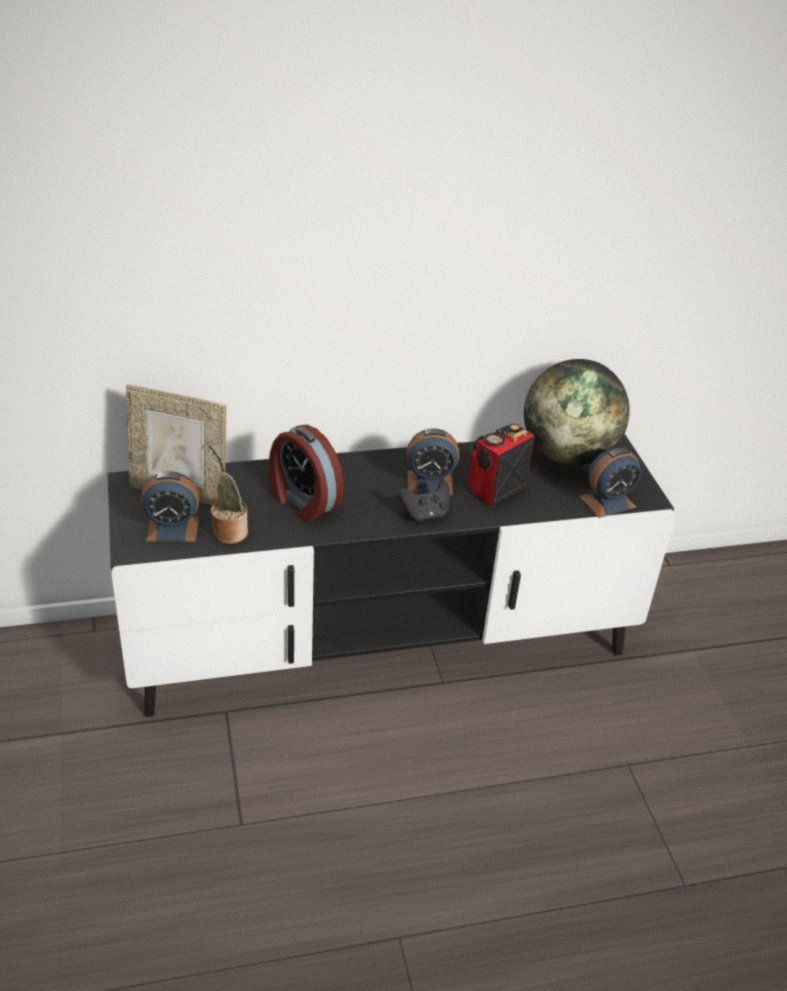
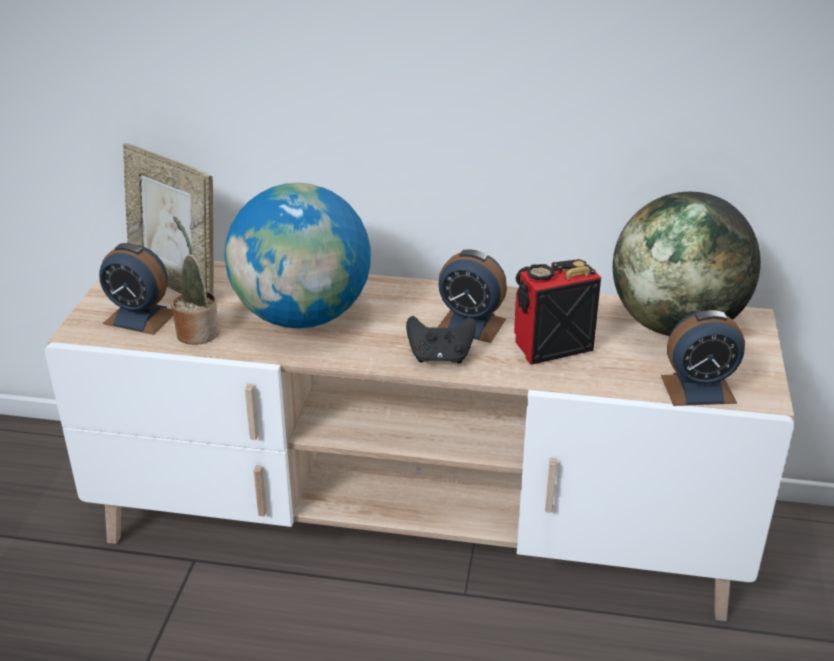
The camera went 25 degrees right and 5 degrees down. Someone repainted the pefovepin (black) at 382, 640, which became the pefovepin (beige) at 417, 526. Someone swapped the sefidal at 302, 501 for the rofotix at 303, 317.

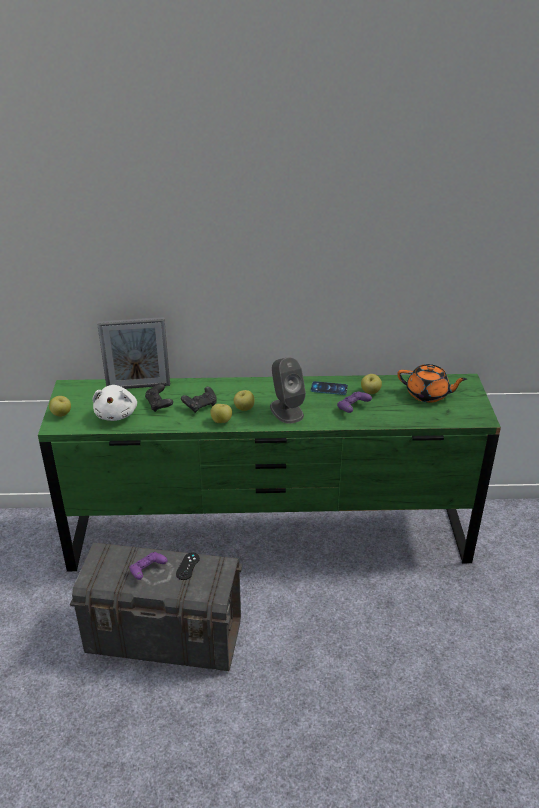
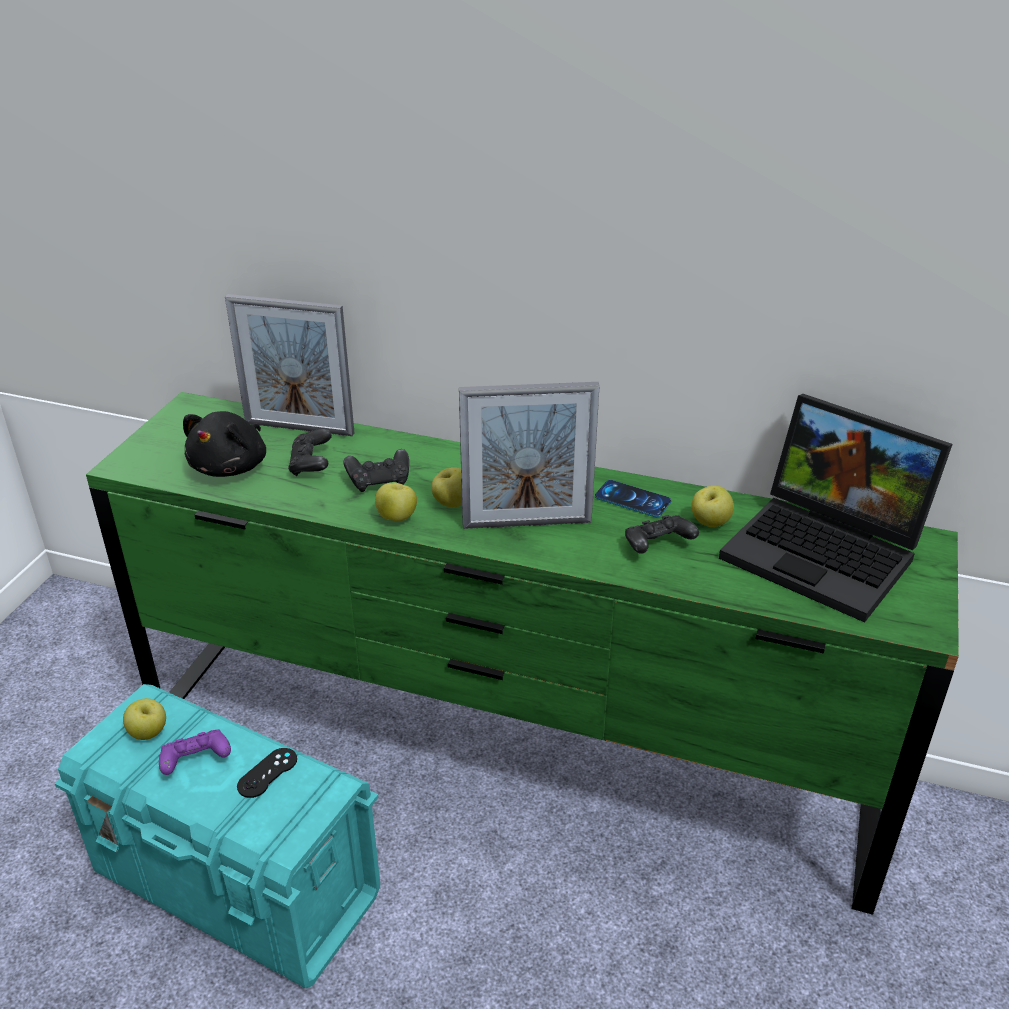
The camera went 20 degrees right and 0 degrees up. Someone carried the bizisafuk from 61, 414 to 148, 733. Someone repainted the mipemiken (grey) at 165, 637, which became the mipemiken (turquoise) at 238, 885. Someone repainted the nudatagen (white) at 116, 414, which became the nudatagen (black) at 232, 466. Someone swapped the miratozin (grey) at 286, 410 for the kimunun at 527, 523. Someone repainted the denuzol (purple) at 352, 408, which became the denuzol (black) at 657, 547. Someone swapped the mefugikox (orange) at 428, 394 for the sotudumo at 828, 552.

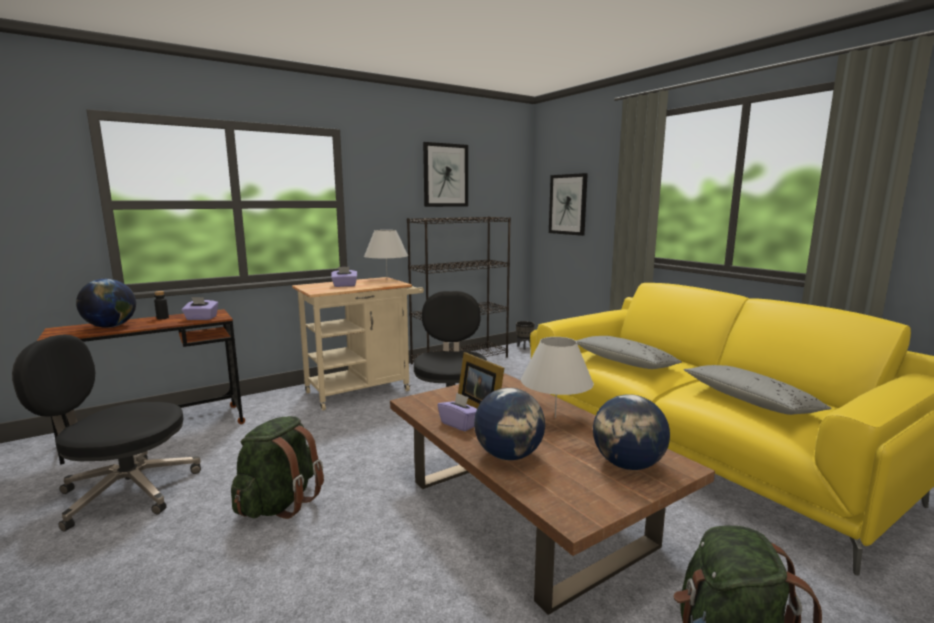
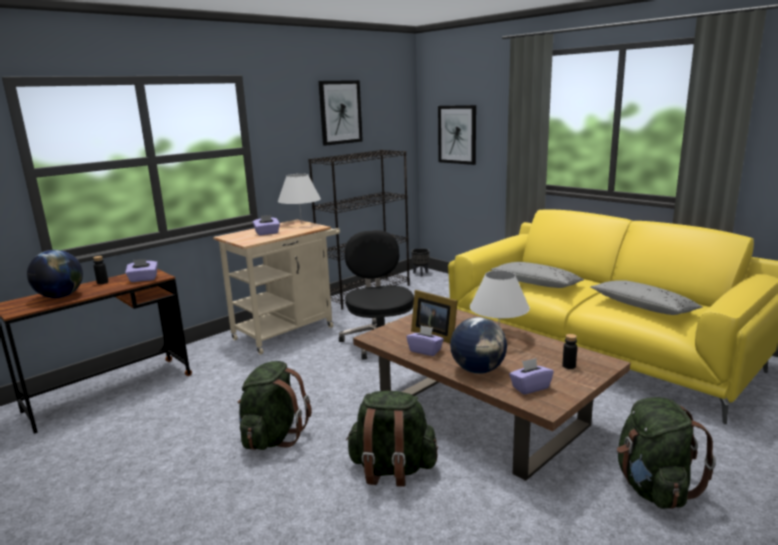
The camera went 10 degrees left and 5 degrees up. Someone took away the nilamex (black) at 125, 491. Someone swapped the rofotix at 628, 465 for the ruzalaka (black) at 569, 366. Someone put down the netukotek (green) at 392, 469. Someone put down the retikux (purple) at 530, 387.

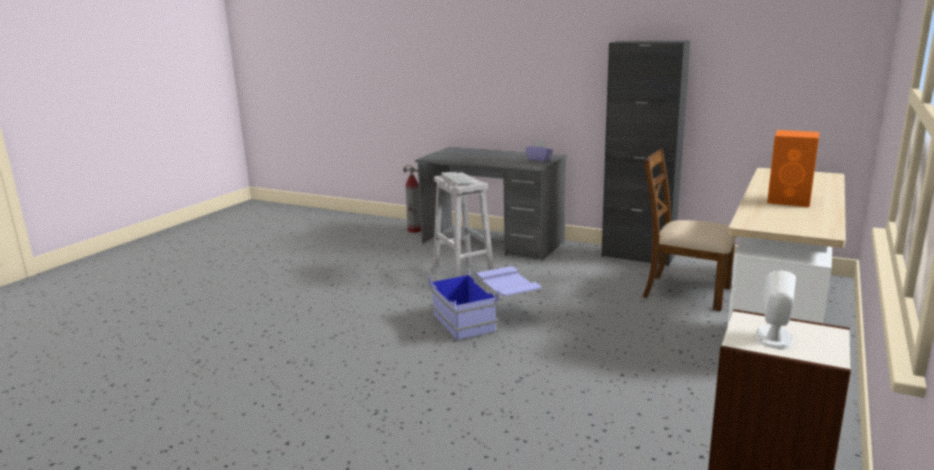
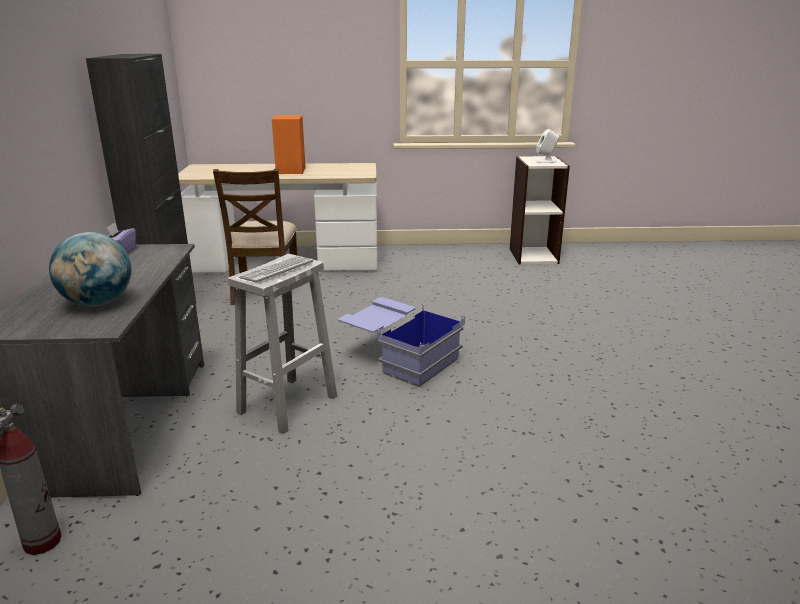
The camera went 120 degrees left and 5 degrees up. Someone put down the rofotix at 98, 303.

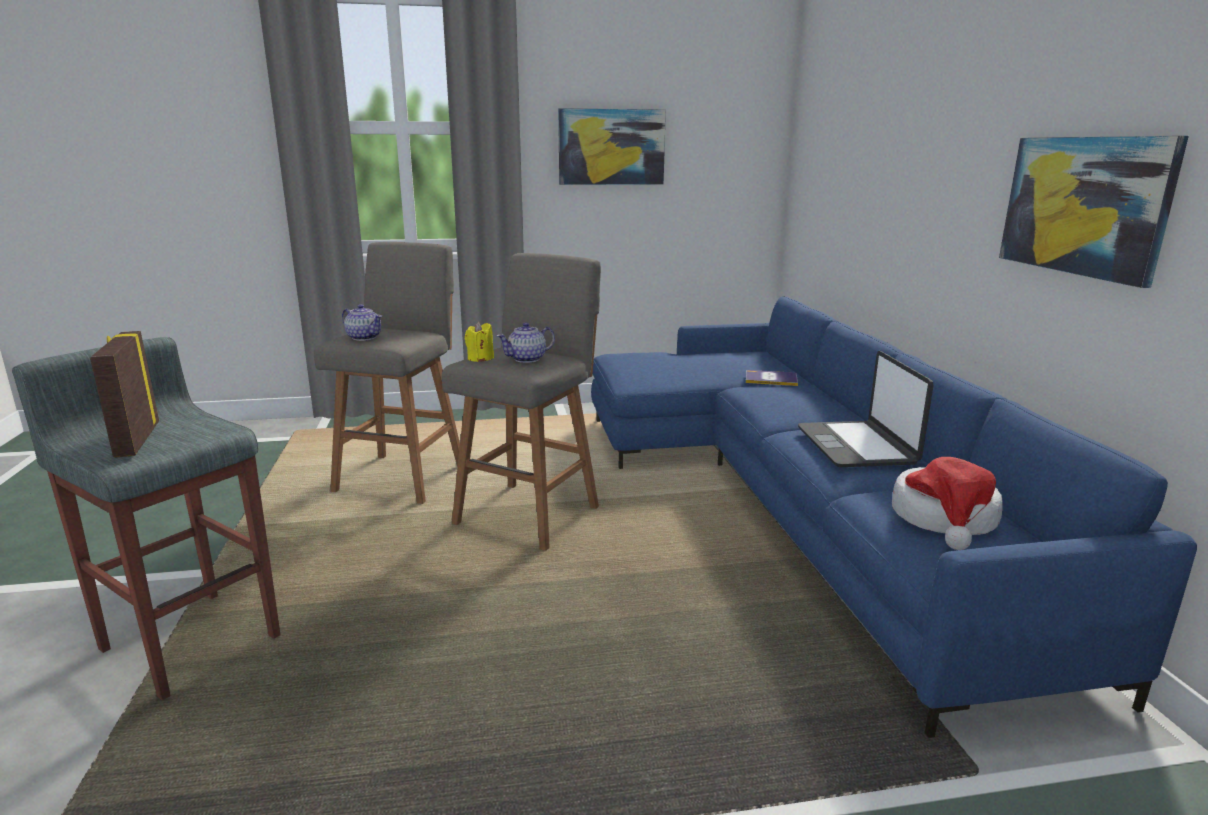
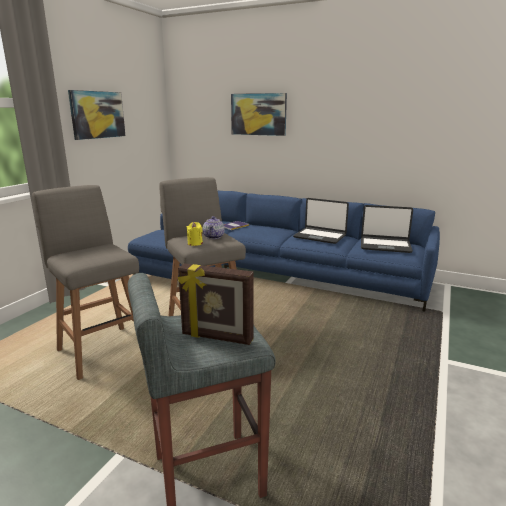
The camera went 55 degrees left and 0 degrees up. Someone took away the mefugikox at 364, 337. Someone swapped the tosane at 944, 519 for the sotudumo at 385, 245. Someone carried the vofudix from 1084, 205 to 258, 114.

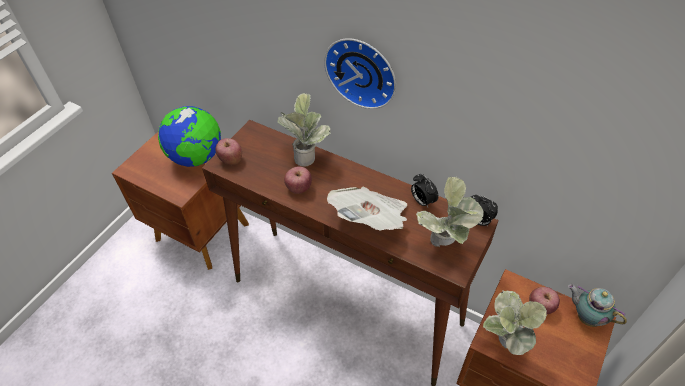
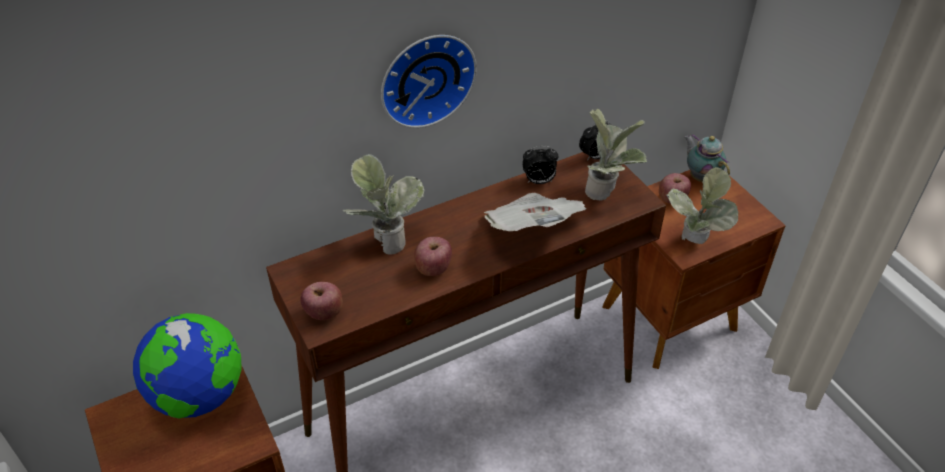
The camera went 60 degrees left and 5 degrees down. Someone rotated the mefugikox at 586, 316 by 75 degrees clockwise.

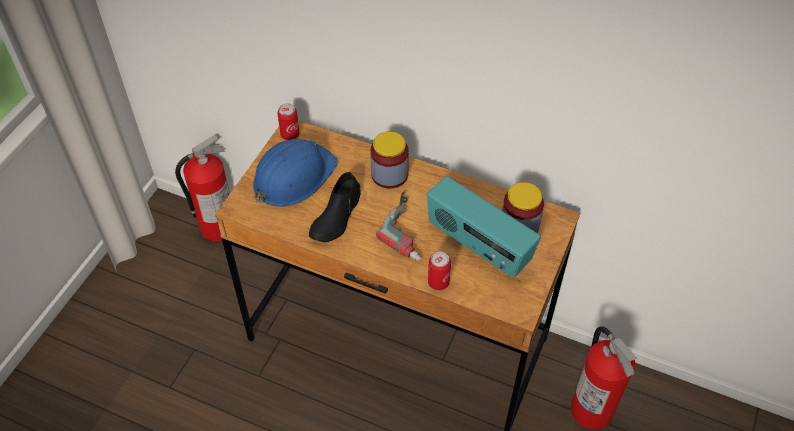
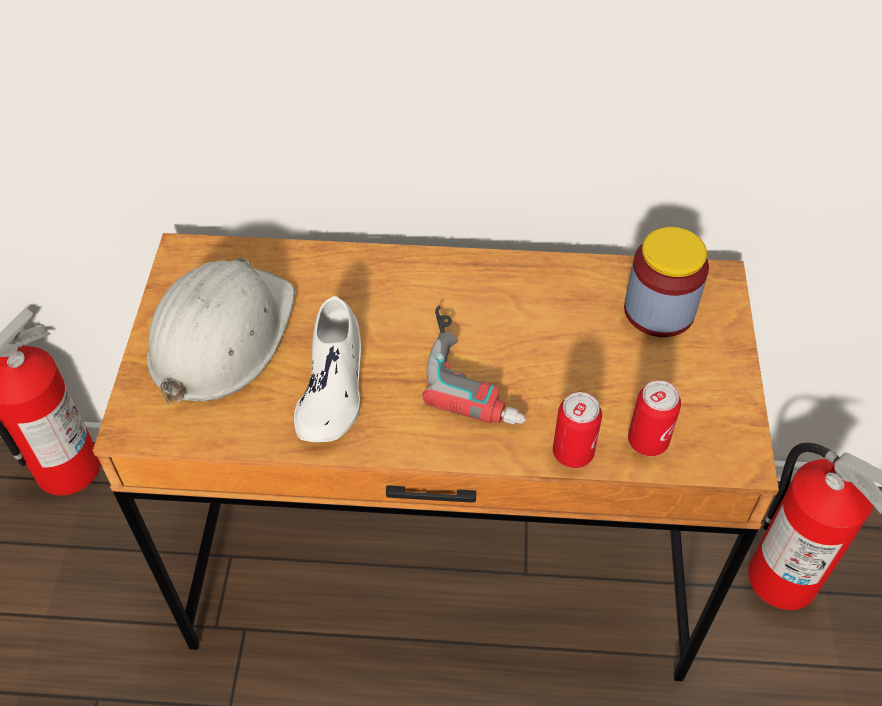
The camera went 20 degrees left and 0 degrees up. Someone repainted the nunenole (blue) at 293, 177, which became the nunenole (white) at 221, 337. Someone carried the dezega from 290, 135 to 647, 441. Someone repainted the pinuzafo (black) at 336, 216, which became the pinuzafo (white) at 332, 386. Someone took away the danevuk at 389, 174. Someone took away the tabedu at 478, 245.

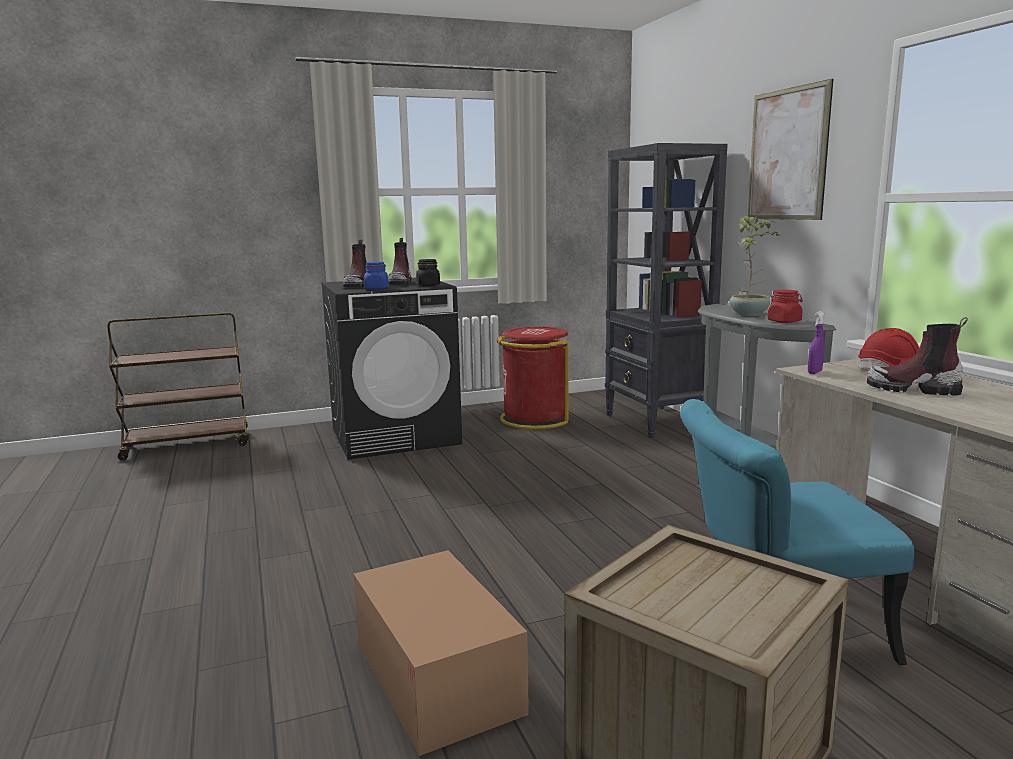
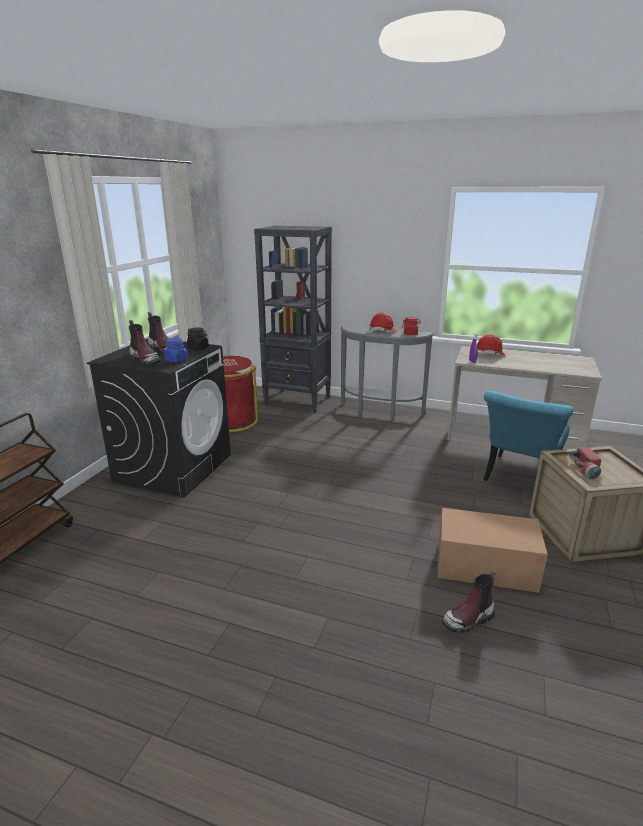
The camera went 50 degrees left and 10 degrees up. Someone swapped the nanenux at 750, 314 for the nunenole (red) at 383, 331. Someone took away the vofudix at 787, 154. Someone carried the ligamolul from 913, 389 to 469, 619. Someone put down the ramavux at 585, 469.

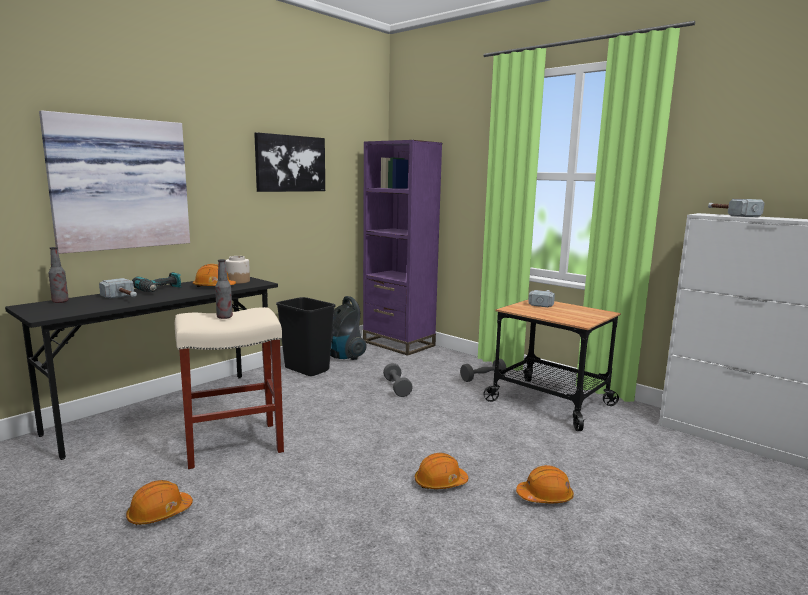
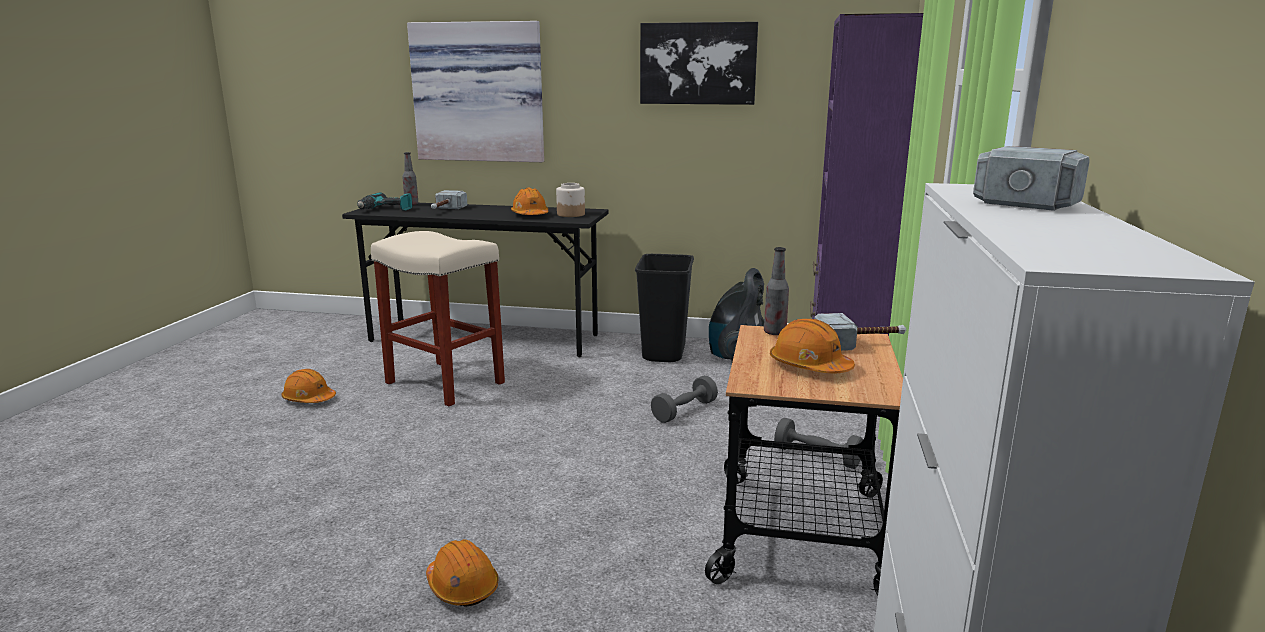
The camera went 60 degrees right and 5 degrees up. Someone carried the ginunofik from 160, 290 to 386, 210. Someone carried the ruzalaka from 224, 317 to 774, 332. Someone carried the nunenole (orange) from 440, 482 to 809, 366.

